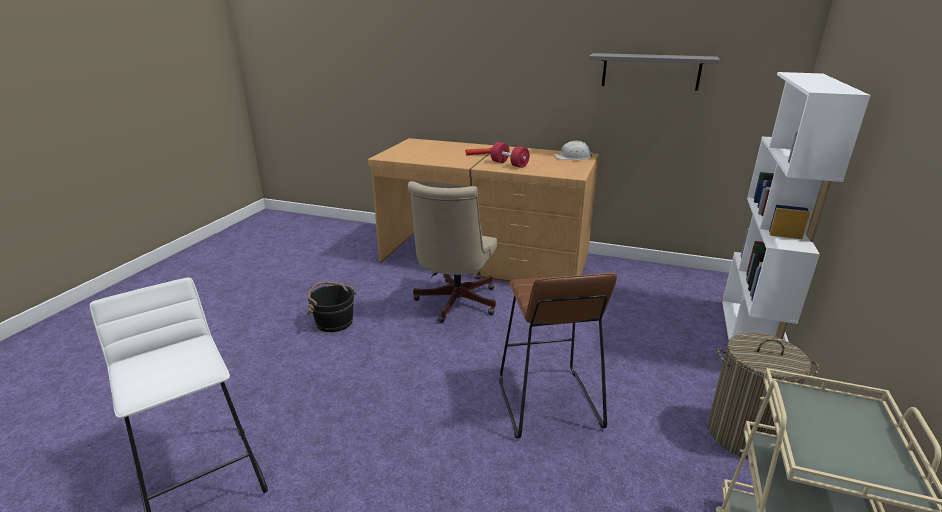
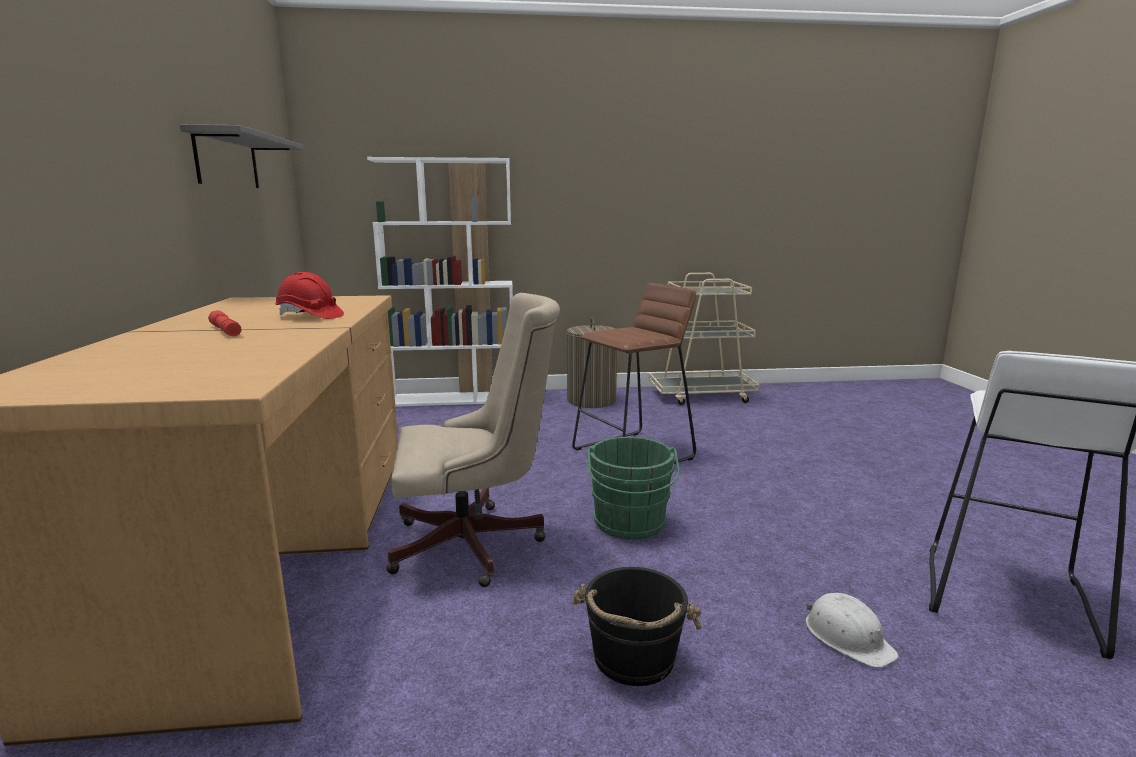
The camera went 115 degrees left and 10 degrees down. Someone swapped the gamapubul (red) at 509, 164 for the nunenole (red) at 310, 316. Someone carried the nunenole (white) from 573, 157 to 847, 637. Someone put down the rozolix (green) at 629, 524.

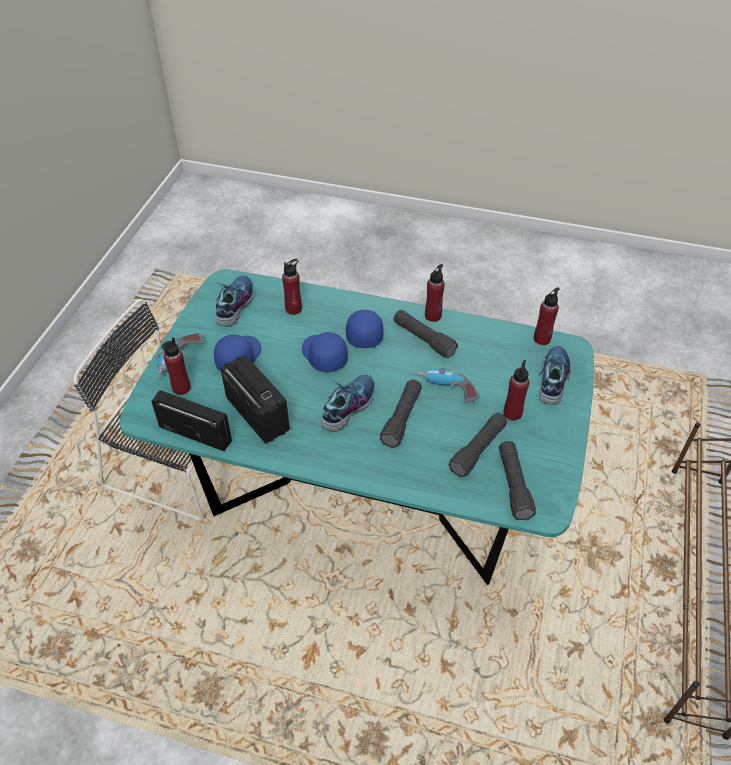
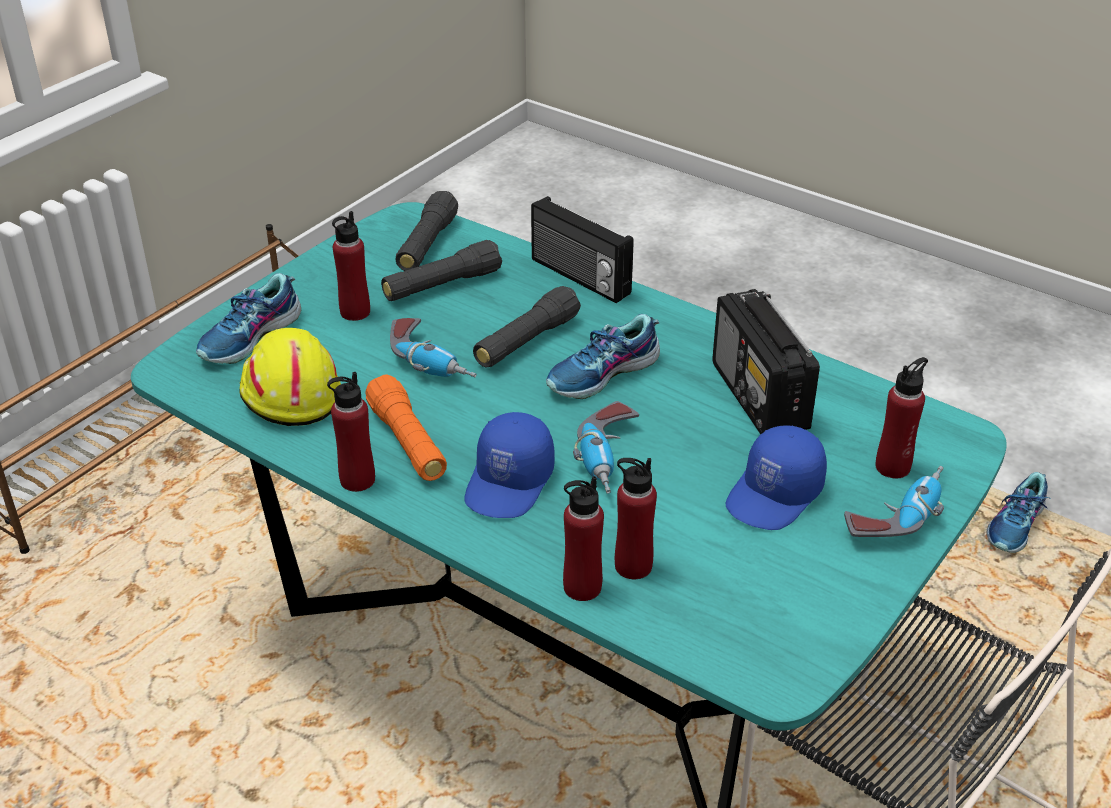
The camera went 160 degrees left and 10 degrees down. Someone carried the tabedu from 196, 433 to 579, 277. Someone carried the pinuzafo from 234, 305 to 1016, 526. Someone swapped the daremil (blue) at 323, 356 for the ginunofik at 610, 459. Someone repainted the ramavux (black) at 423, 339, which became the ramavux (orange) at 408, 443. Someone carried the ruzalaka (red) from 542, 339 to 582, 587. Someone put down the nunenole (yellow) at 288, 393.

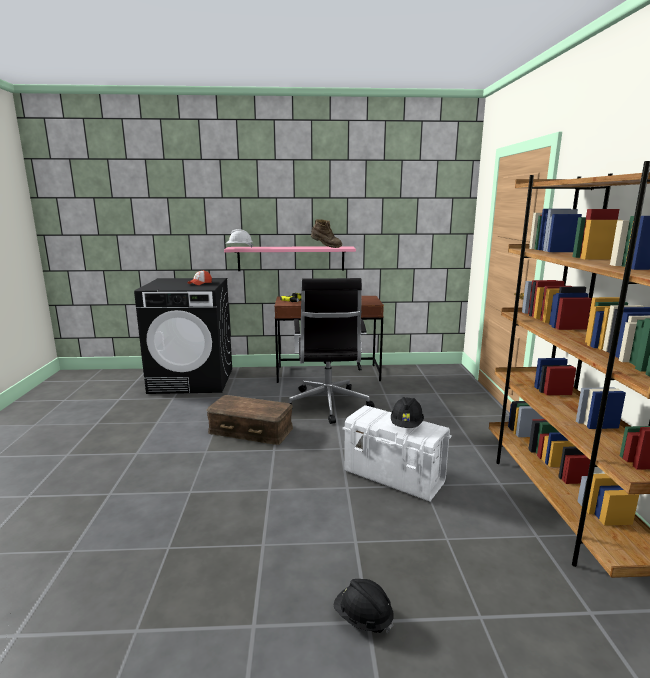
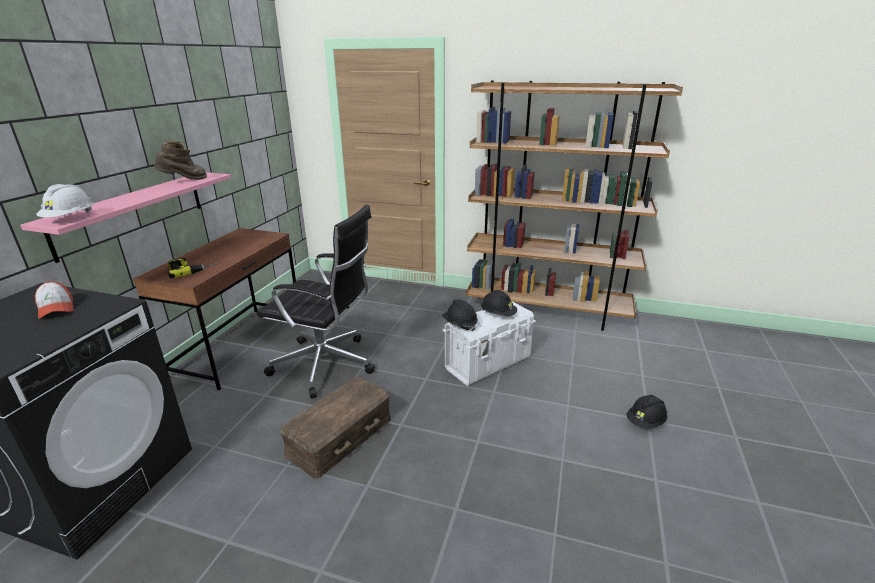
The camera went 70 degrees left and 10 degrees up. Someone put down the nunenole (black) at 459, 324.

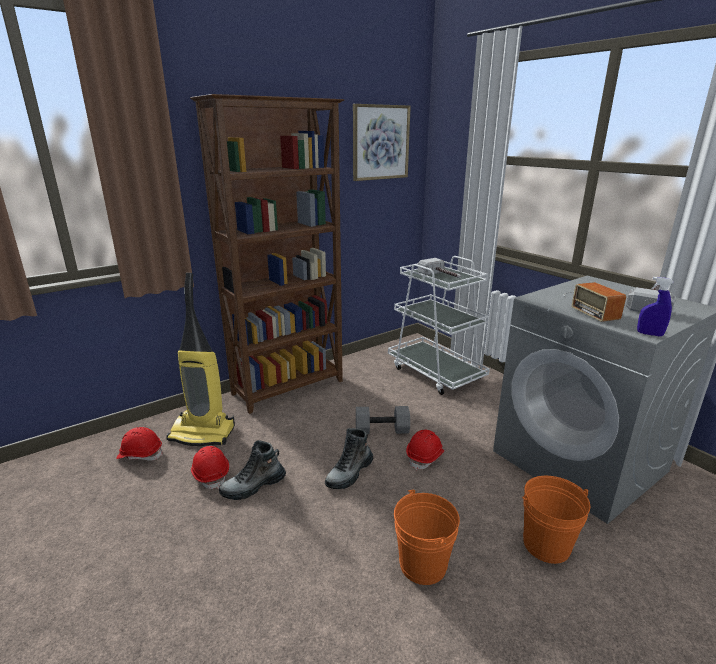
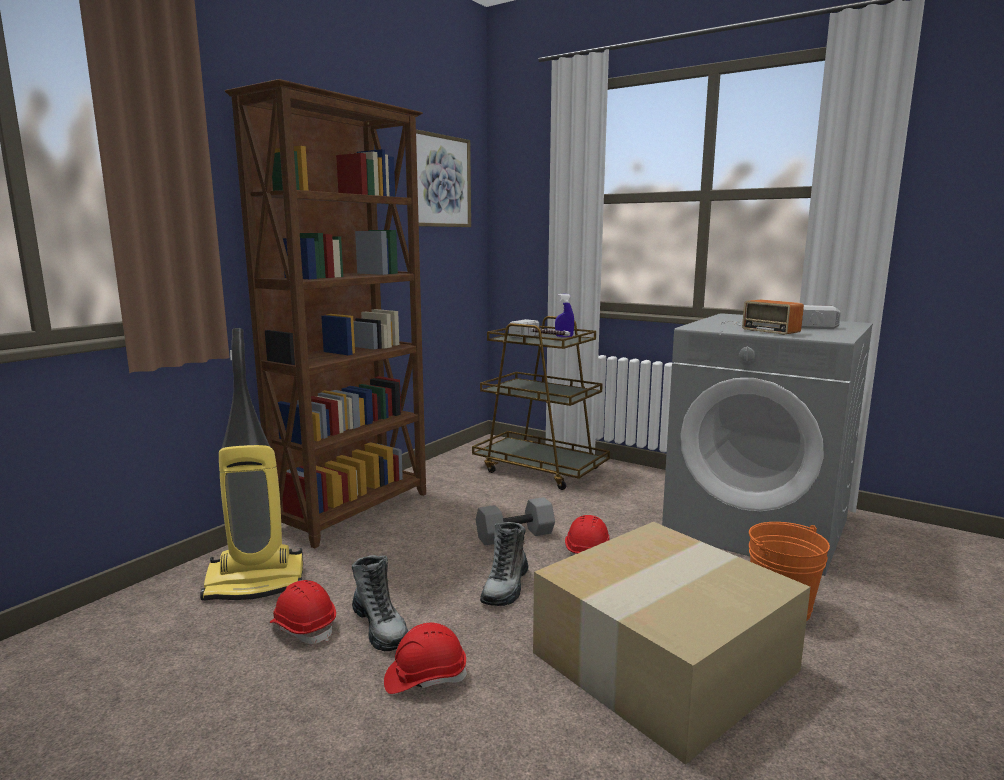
The camera went 20 degrees left and 10 degrees down. Someone carried the nunenole (red) from 140, 454 to 425, 677. Someone rotated the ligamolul at 253, 486 by 75 degrees counterclockwise. Someone repainted the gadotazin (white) at 435, 373, which became the gadotazin (brown) at 540, 469. Someone swapped the rozolix (orange) at 422, 564 for the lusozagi at 663, 658. Someone carried the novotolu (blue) from 649, 334 to 564, 337.

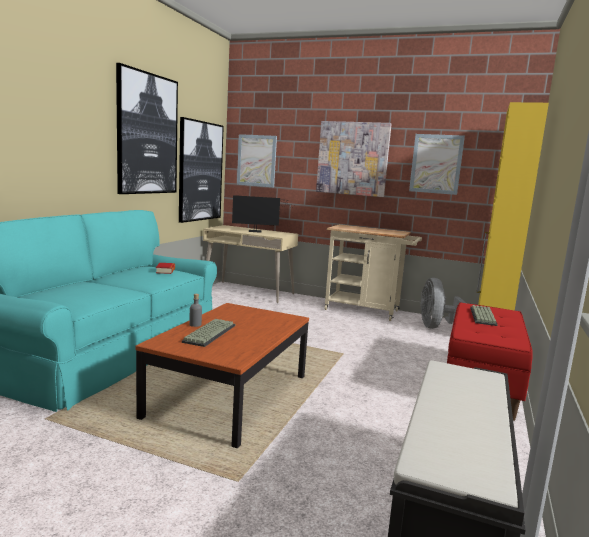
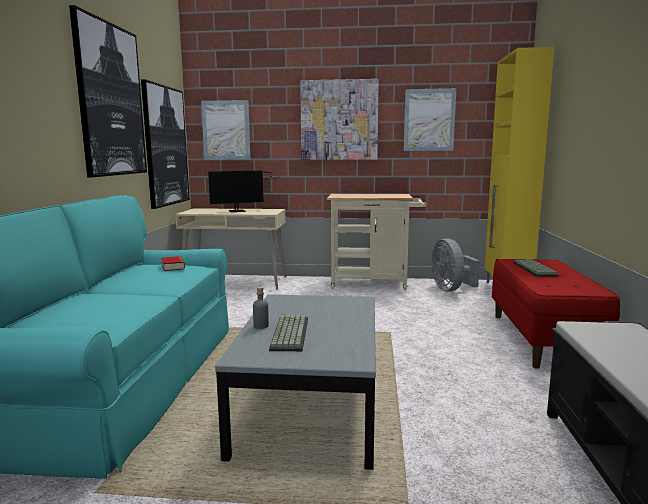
The camera went 15 degrees left and 0 degrees up. Someone repainted the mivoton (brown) at 229, 395, which became the mivoton (grey) at 310, 405.

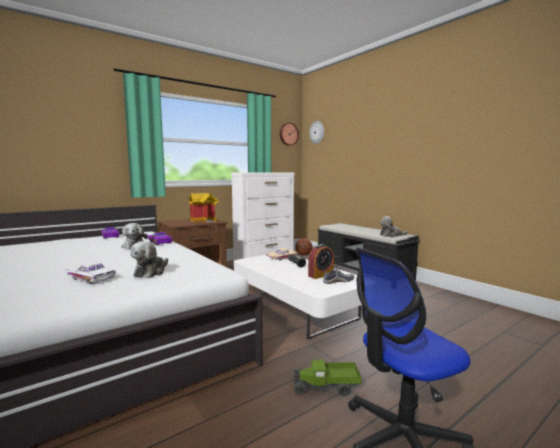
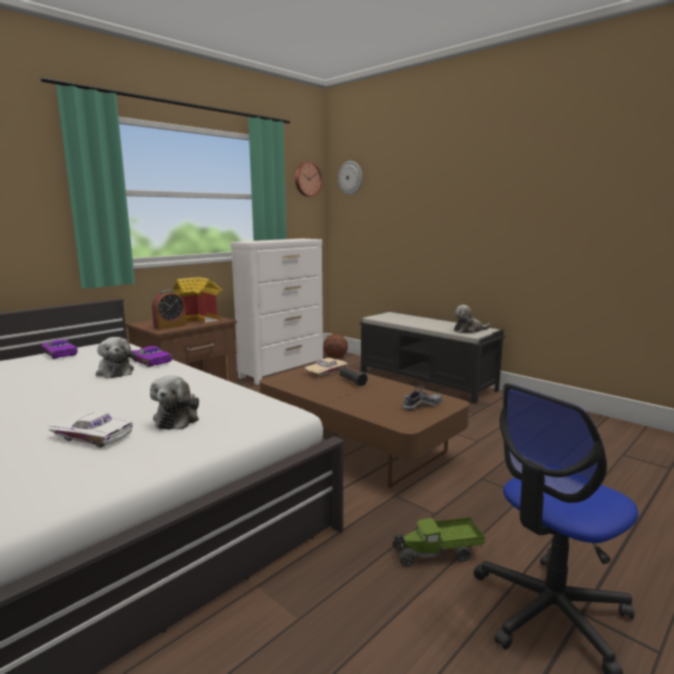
The camera went 10 degrees left and 5 degrees up. Someone repainted the mivoton (white) at 296, 308, which became the mivoton (brown) at 357, 443. Someone carried the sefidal from 321, 275 to 170, 326.

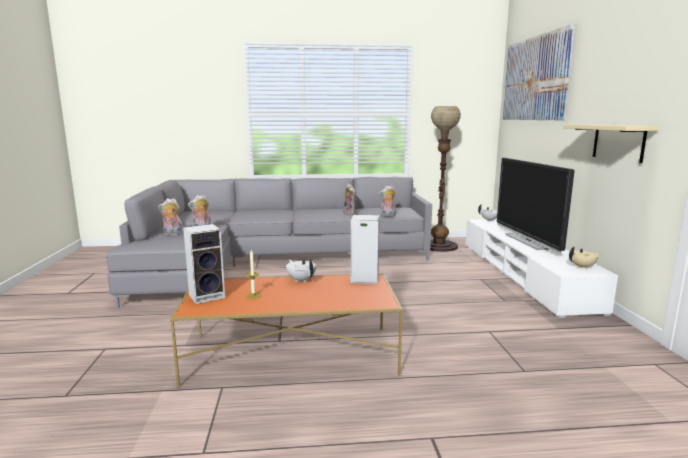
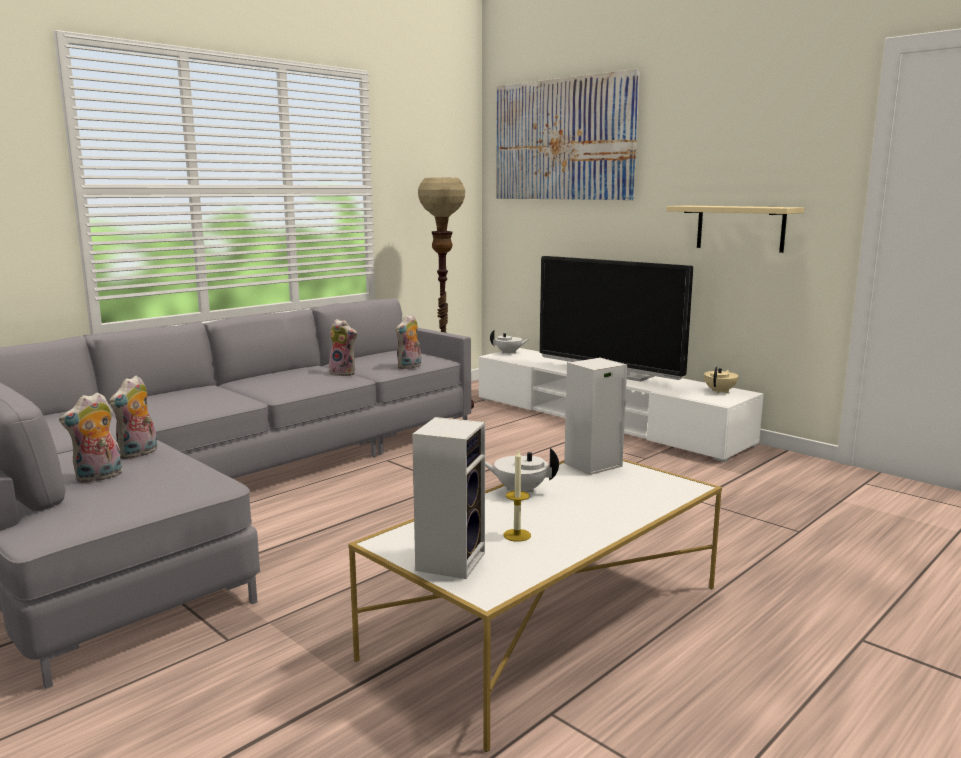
The camera went 40 degrees left and 0 degrees up. Someone repainted the mivoton (orange) at 293, 354, which became the mivoton (white) at 550, 620.

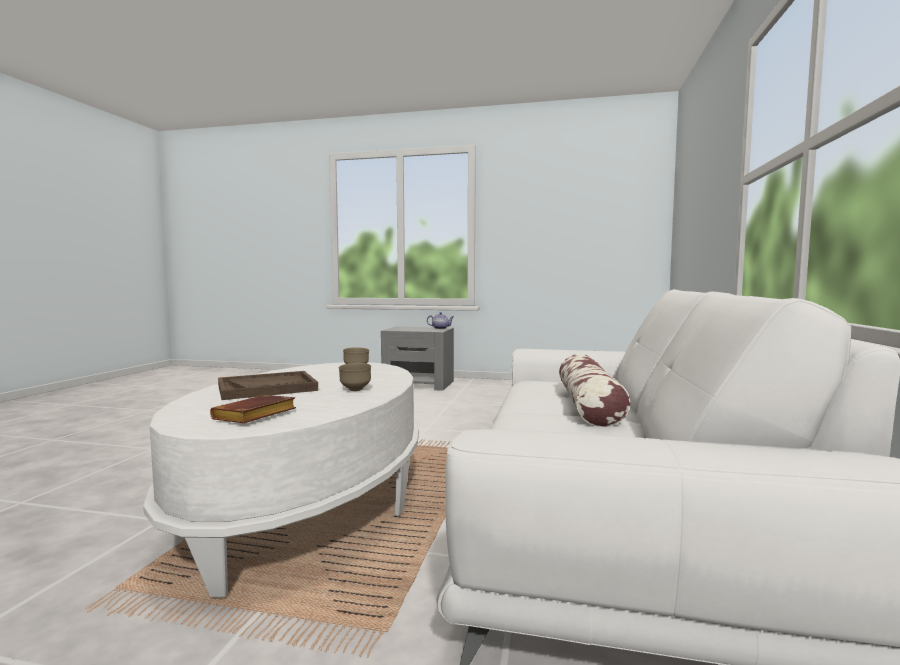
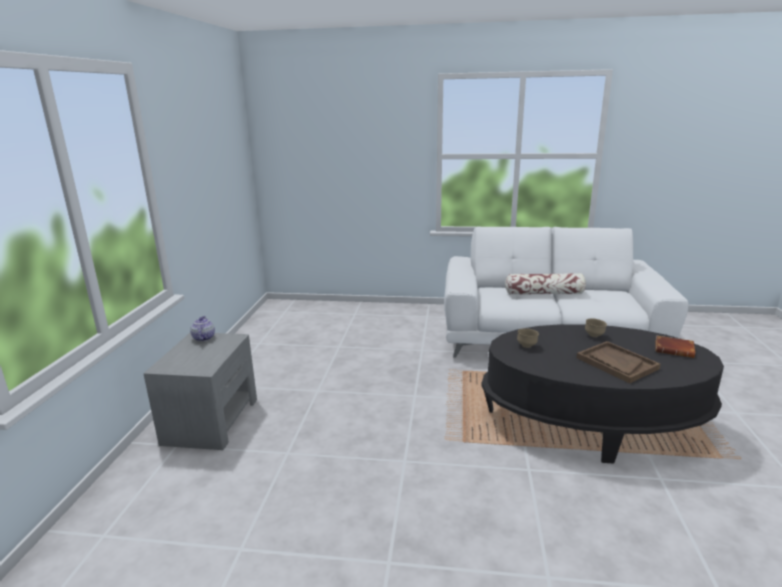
The camera went 95 degrees left and 15 degrees up. Someone repainted the mivoton (white) at 309, 504, which became the mivoton (black) at 591, 421.

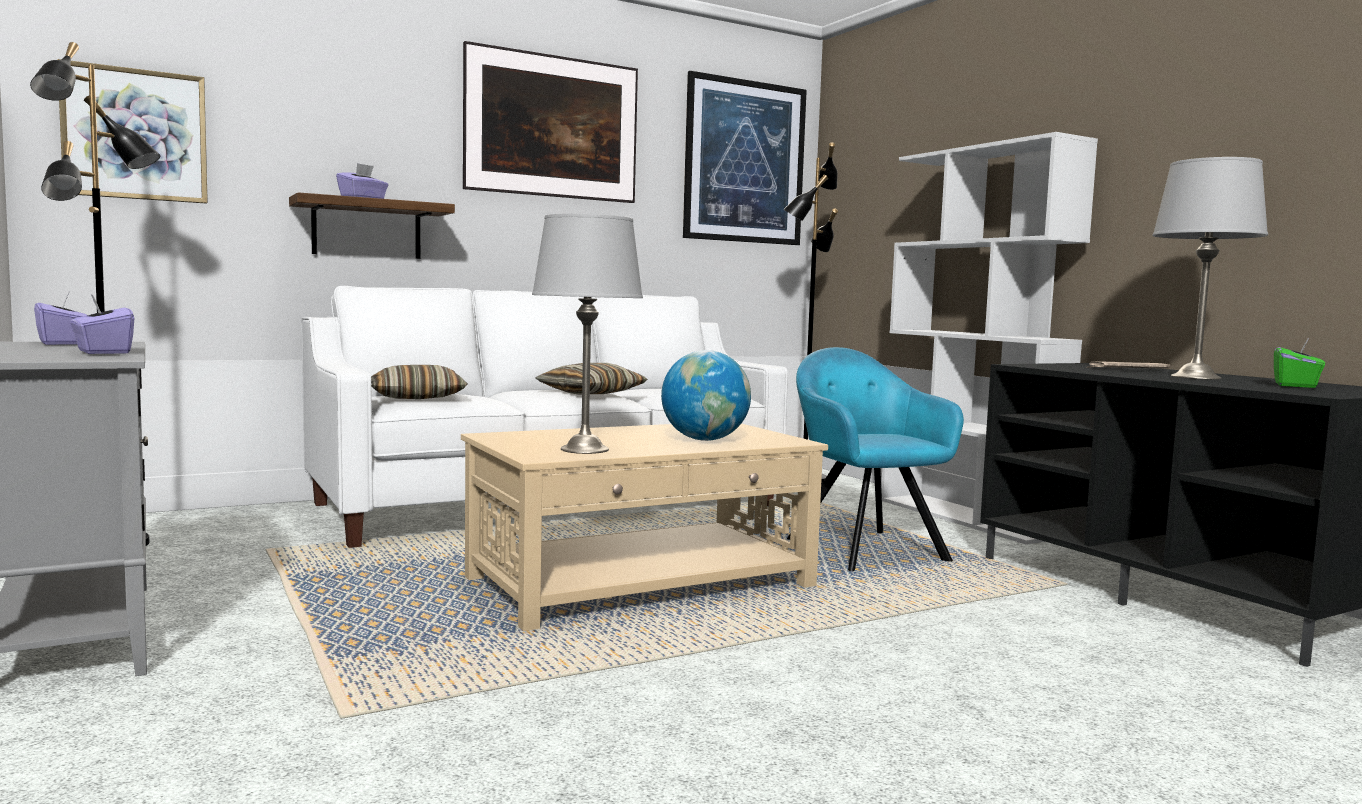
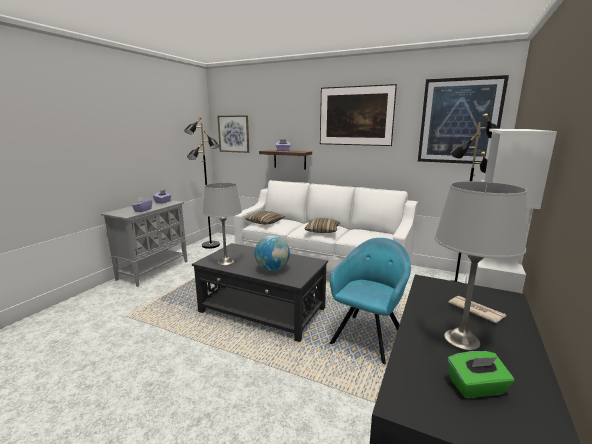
The camera went 55 degrees right and 10 degrees up. Someone repainted the mivoton (beige) at 643, 583, which became the mivoton (black) at 262, 310.

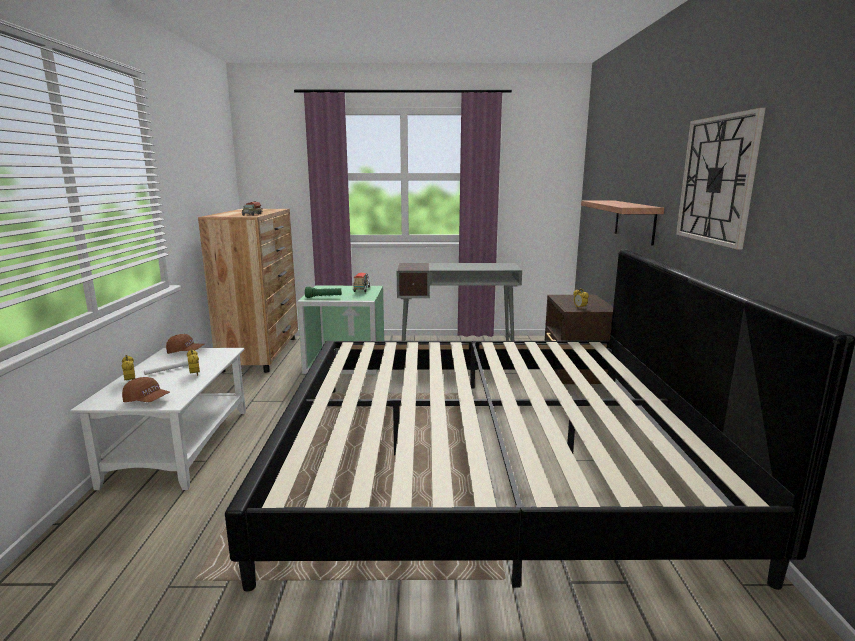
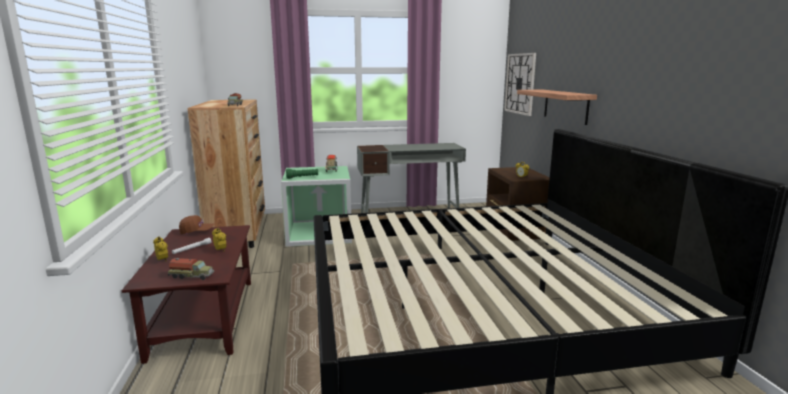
The camera went 10 degrees left and 0 degrees up. Someone repainted the mivoton (white) at 180, 445, which became the mivoton (brown) at 204, 316. Someone swapped the daremil (brown) at 147, 400 for the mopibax at 192, 276. Someone carried the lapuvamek from 717, 180 to 520, 83.

